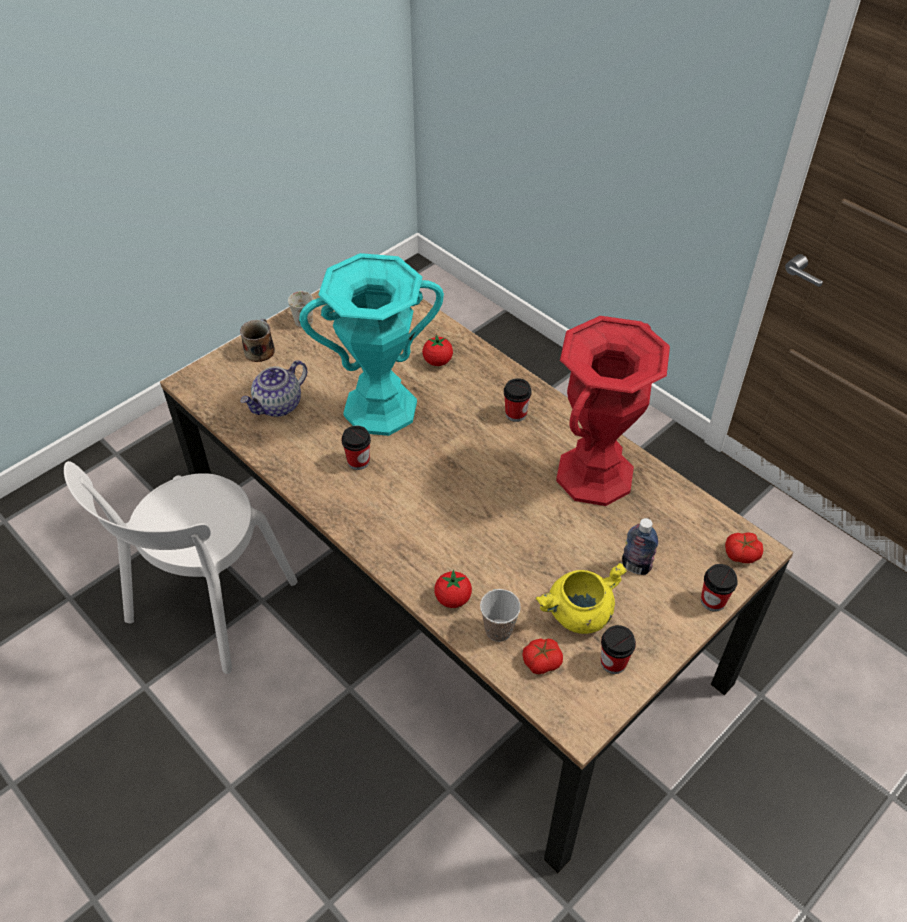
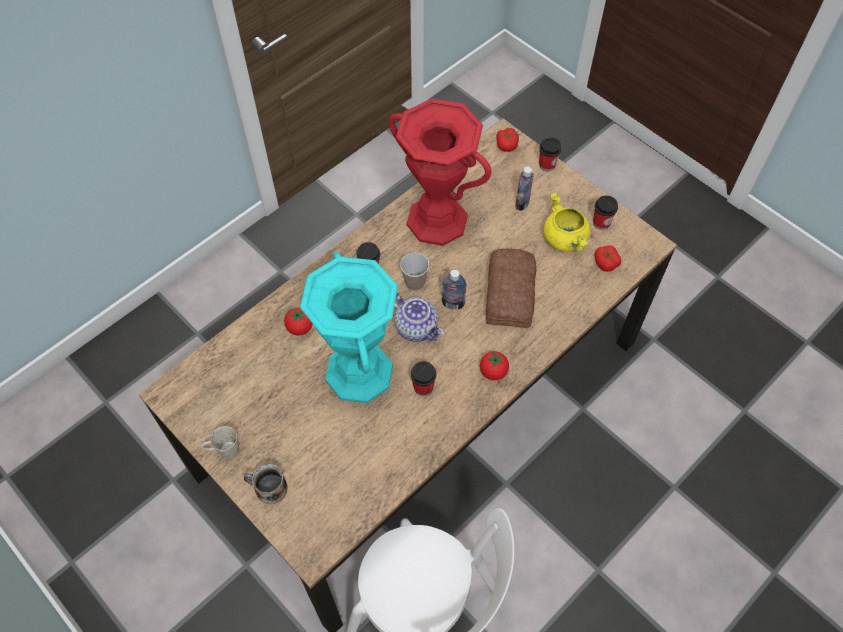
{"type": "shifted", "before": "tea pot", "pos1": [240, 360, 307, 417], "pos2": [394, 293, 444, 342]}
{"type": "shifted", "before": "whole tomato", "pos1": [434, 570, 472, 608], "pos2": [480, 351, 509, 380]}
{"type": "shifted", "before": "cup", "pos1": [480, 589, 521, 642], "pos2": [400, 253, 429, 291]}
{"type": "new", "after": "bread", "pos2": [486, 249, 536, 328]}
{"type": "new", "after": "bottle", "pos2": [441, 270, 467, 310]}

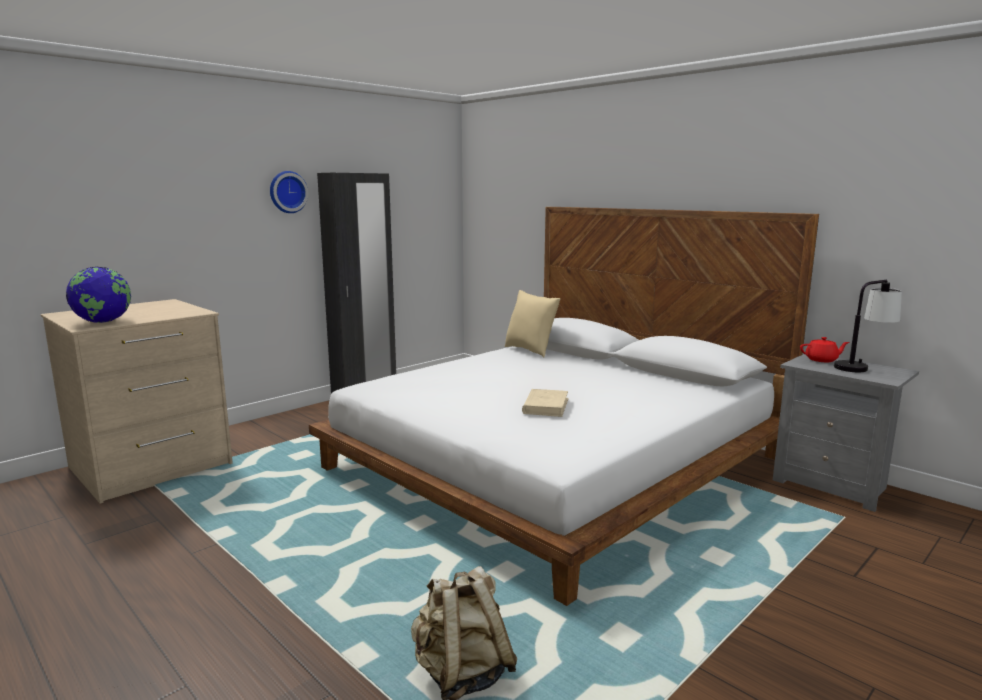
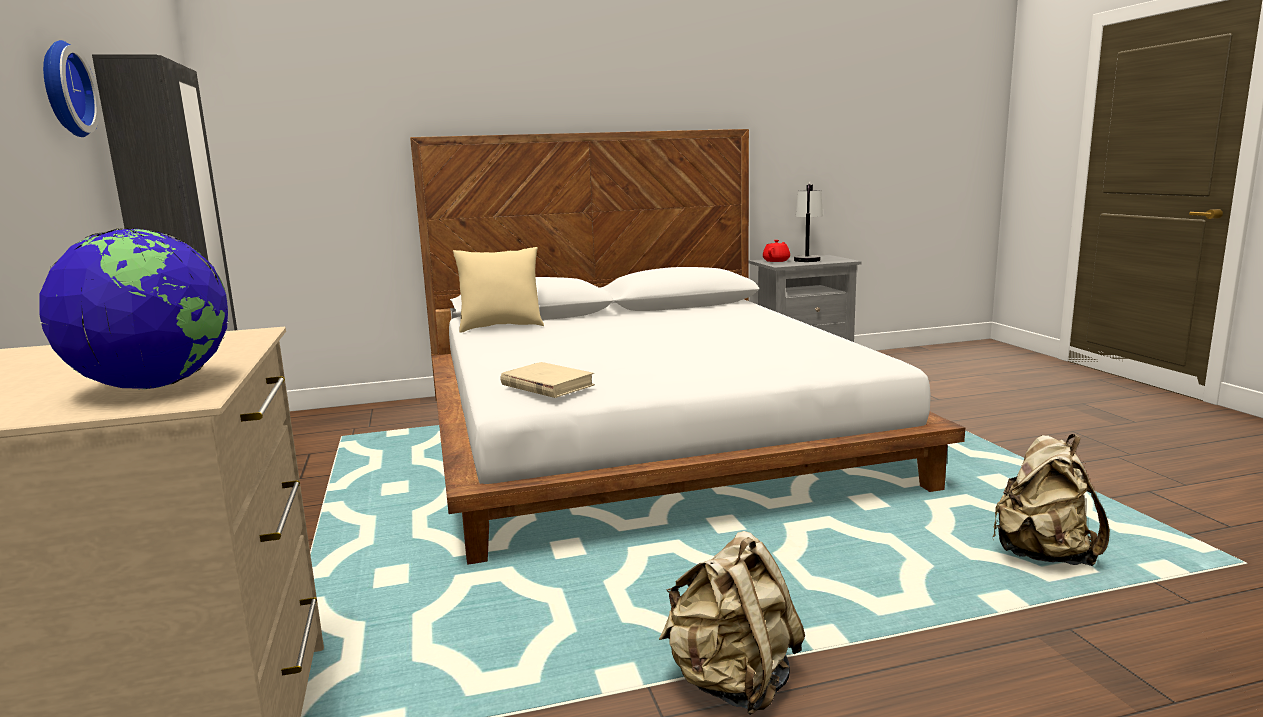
{"type": "shifted", "before": "volume/beige-coloured", "pos1": [522, 389, 569, 417], "pos2": [500, 362, 595, 398]}
{"type": "new", "after": "backpack/beige-coloured", "pos2": [659, 531, 805, 715]}

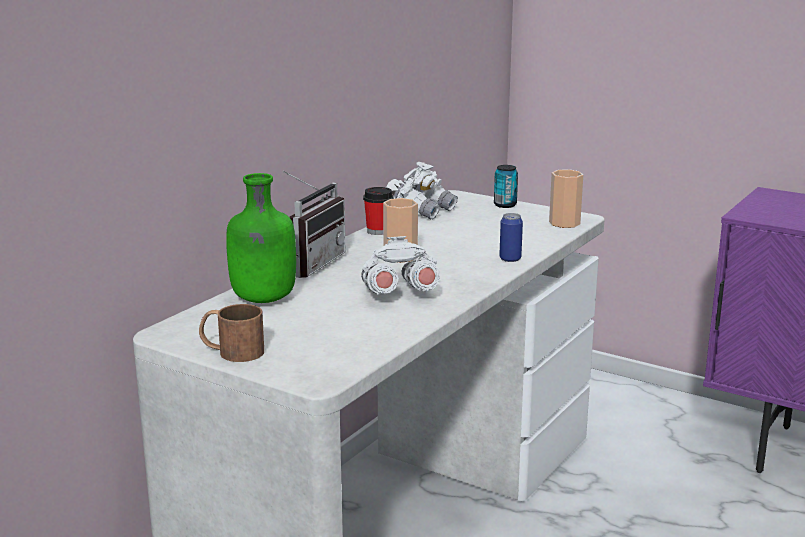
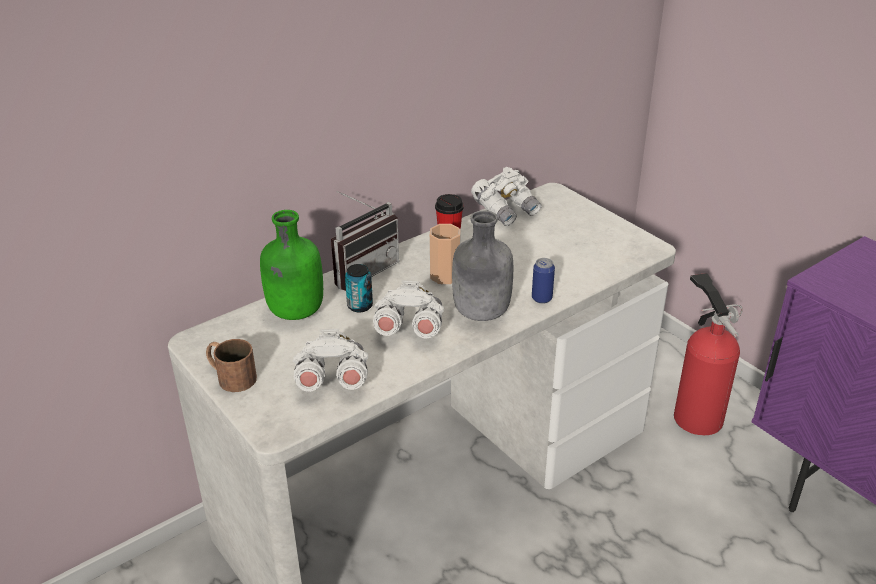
{"type": "shifted", "before": "metal can", "pos1": [494, 165, 518, 208], "pos2": [345, 264, 373, 312]}
{"type": "gone", "before": "cup", "pos1": [549, 169, 583, 228]}
{"type": "new", "after": "bottle/greyish", "pos2": [452, 210, 513, 321]}
{"type": "new", "after": "fire-fighting cylinder", "pos2": [674, 273, 743, 435]}
{"type": "new", "after": "binoculars/white-coloured", "pos2": [293, 329, 368, 392]}

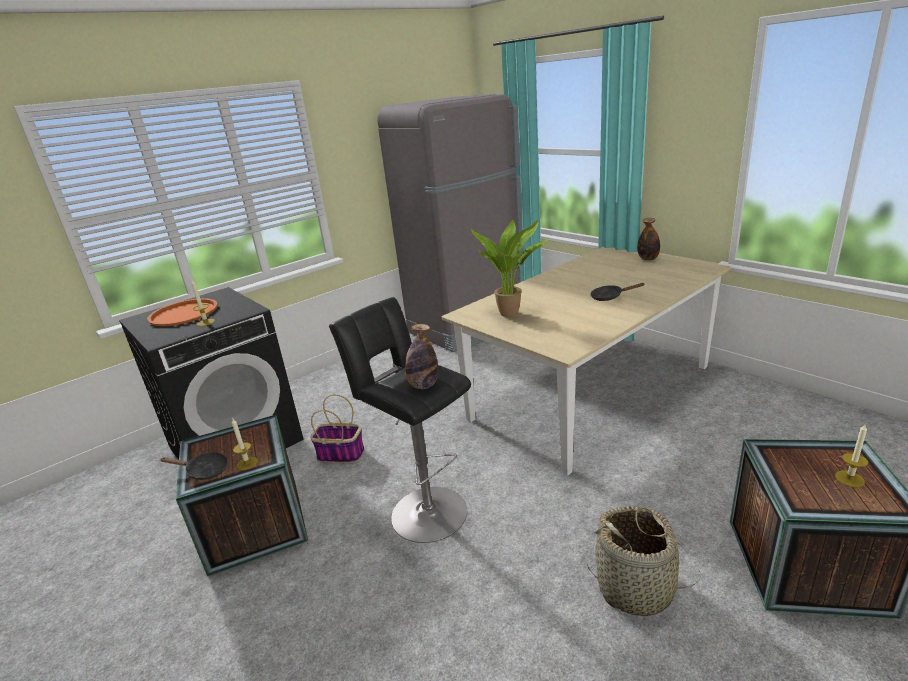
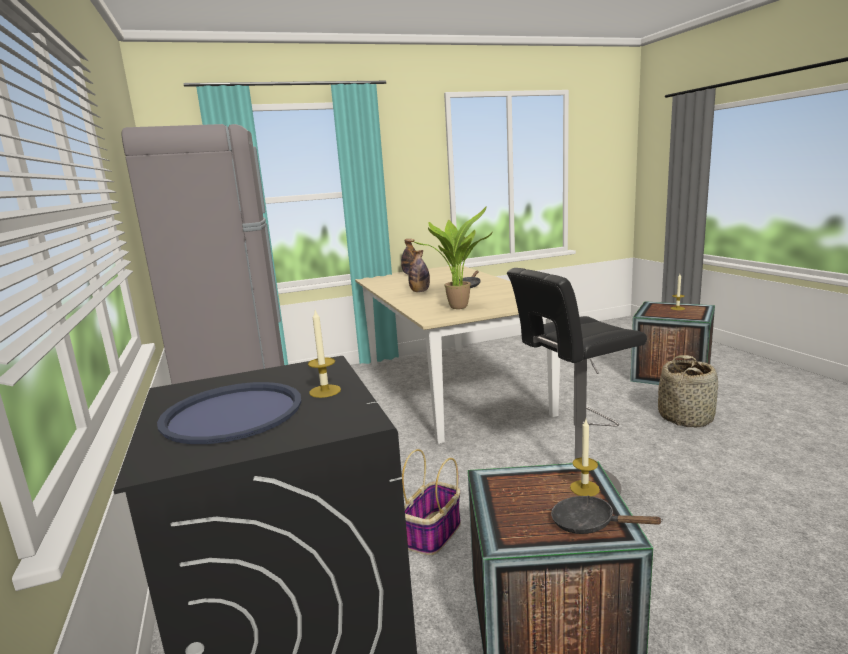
{"type": "repainted", "before": "serving tray/orangey", "after": "serving tray/bluish", "pos1": [147, 298, 218, 326], "pos2": [157, 382, 301, 444]}
{"type": "shifted", "before": "bottle", "pos1": [405, 324, 438, 389], "pos2": [408, 250, 430, 292]}
{"type": "rotated", "before": "skillet/black-coloured", "pos1": [160, 452, 228, 480], "pos2": [551, 495, 663, 534], "turn": -90}

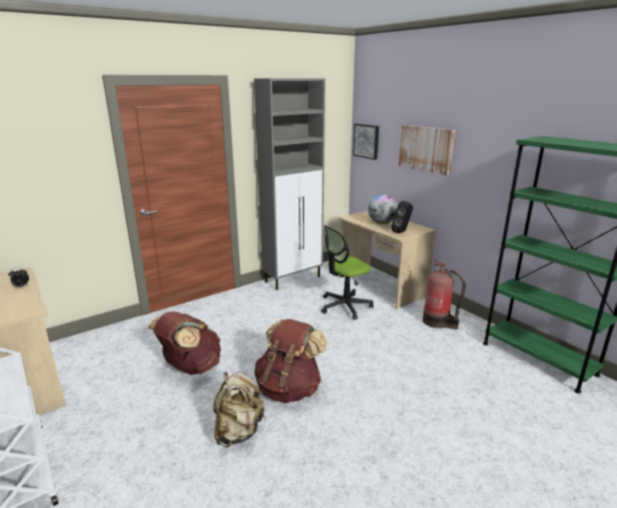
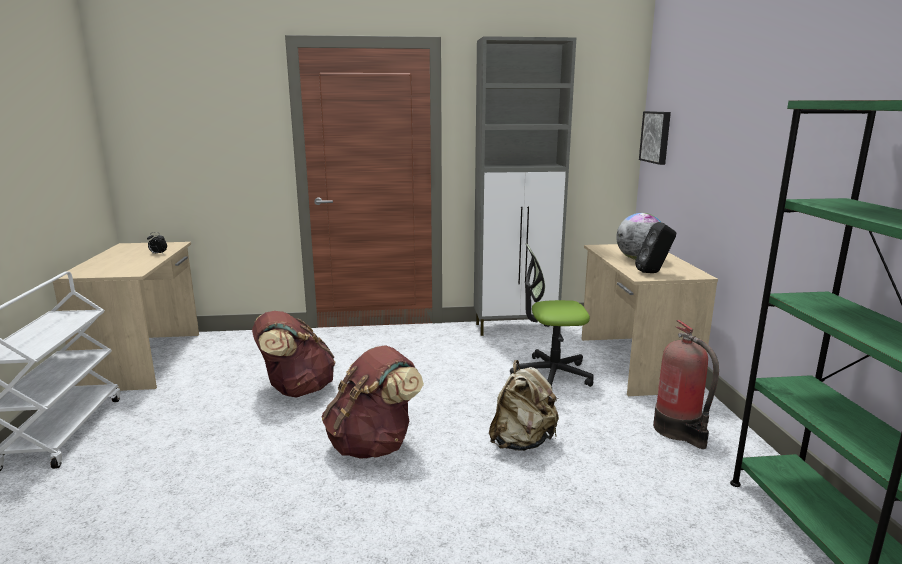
{"type": "gone", "before": "picture", "pos1": [399, 125, 455, 176]}
{"type": "shifted", "before": "backpack/beige-coloured", "pos1": [213, 372, 265, 447], "pos2": [489, 360, 559, 451]}

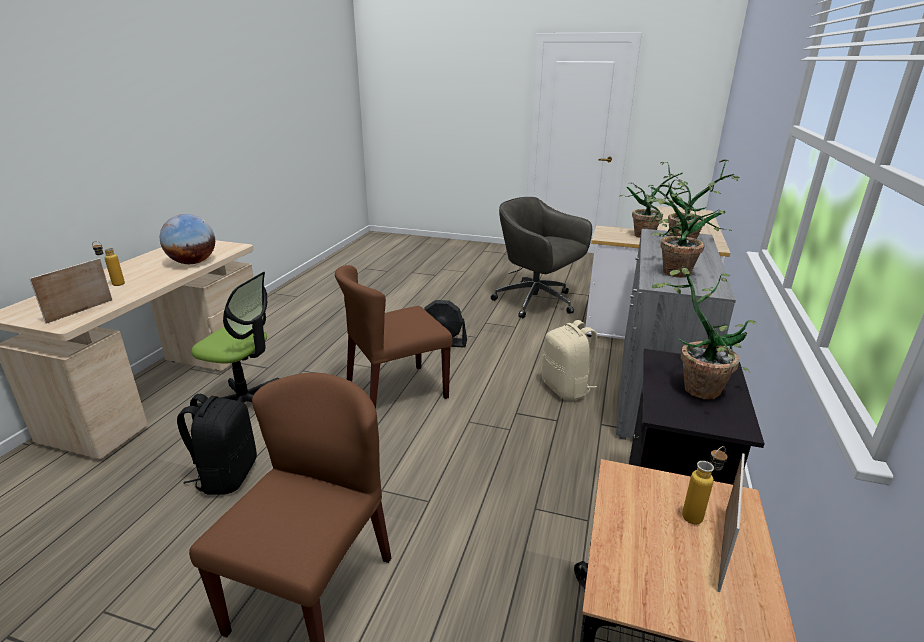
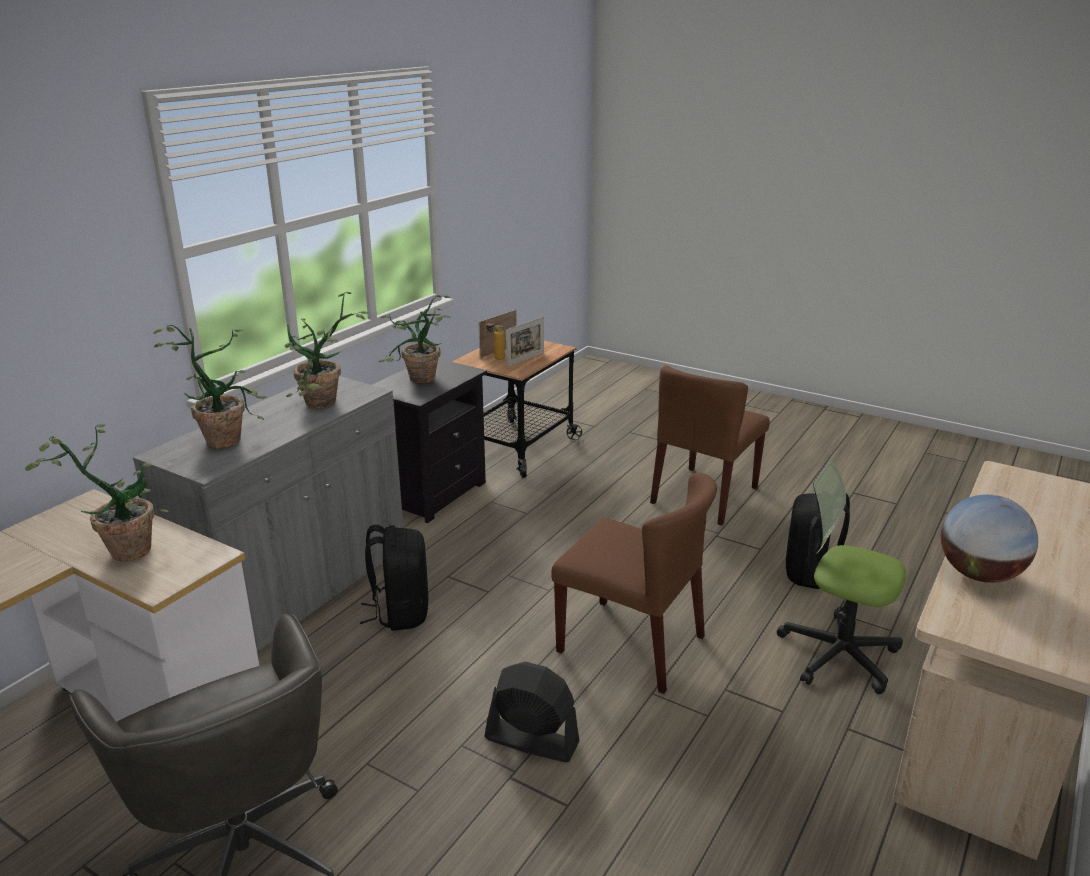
{"type": "gone", "before": "bottle", "pos1": [92, 241, 125, 286]}
{"type": "shifted", "before": "standing frame", "pos1": [29, 258, 112, 324], "pos2": [506, 317, 544, 367]}
{"type": "rotated", "before": "chair/brownish", "pos1": [335, 265, 453, 409], "pos2": [551, 472, 717, 694], "turn": 45}
{"type": "repainted", "before": "backpack/beige-coloured", "after": "backpack/black-coloured", "pos1": [542, 320, 597, 401], "pos2": [360, 525, 428, 631]}

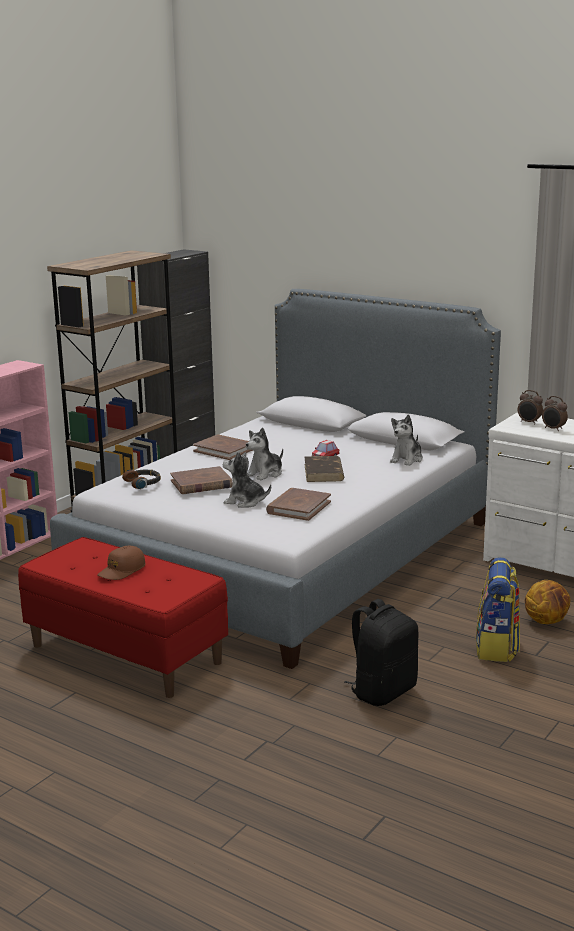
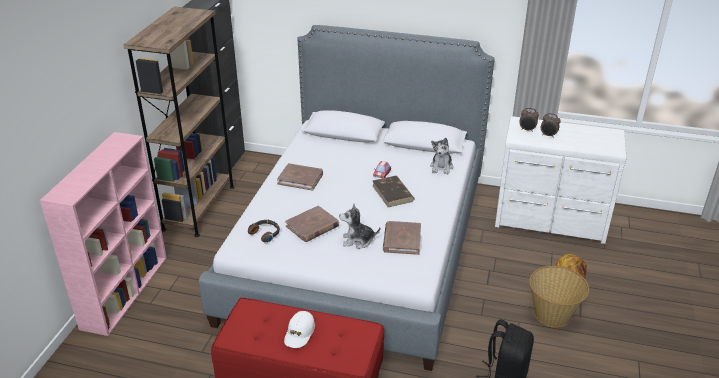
{"type": "gone", "before": "plush toy", "pos1": [246, 427, 283, 481]}
{"type": "repainted", "before": "baseball cap/brownish", "after": "baseball cap/white-coloured", "pos1": [97, 546, 146, 580], "pos2": [284, 311, 315, 348]}
{"type": "swapped", "before": "backpack", "after": "basket", "pos1": [476, 557, 520, 662], "pos2": [529, 266, 589, 327]}

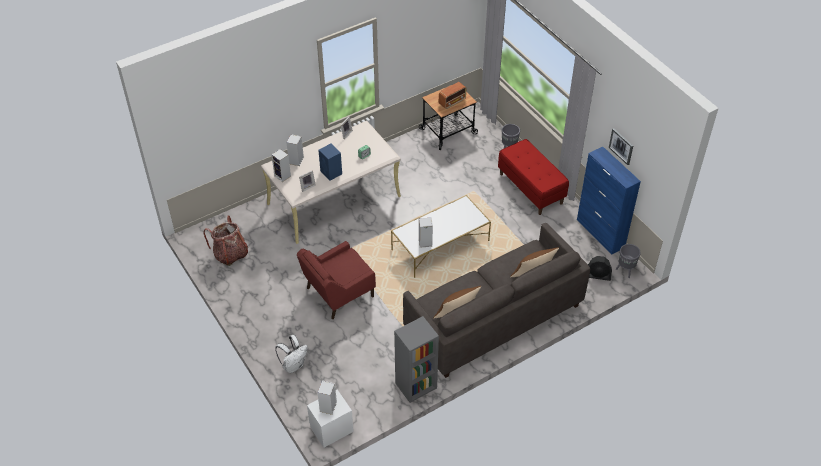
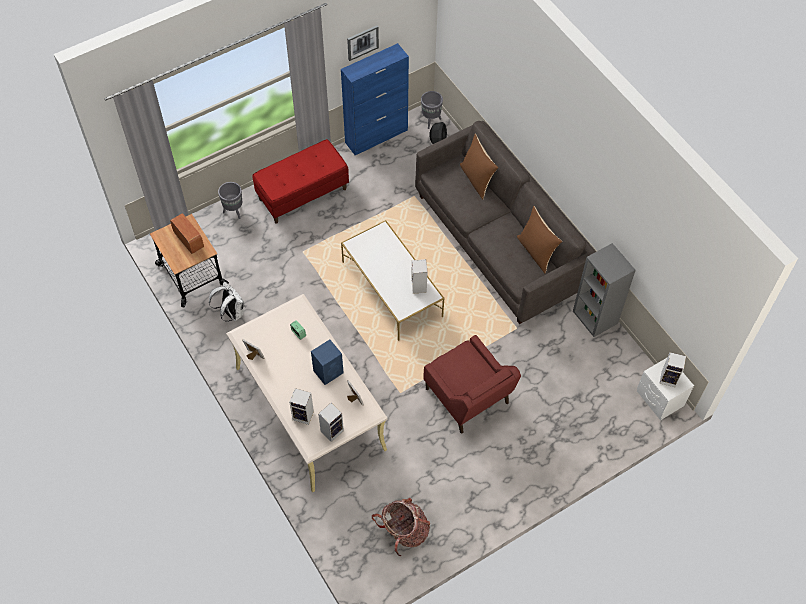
{"type": "shifted", "before": "backpack/white-coloured", "pos1": [275, 335, 308, 373], "pos2": [209, 282, 246, 322]}

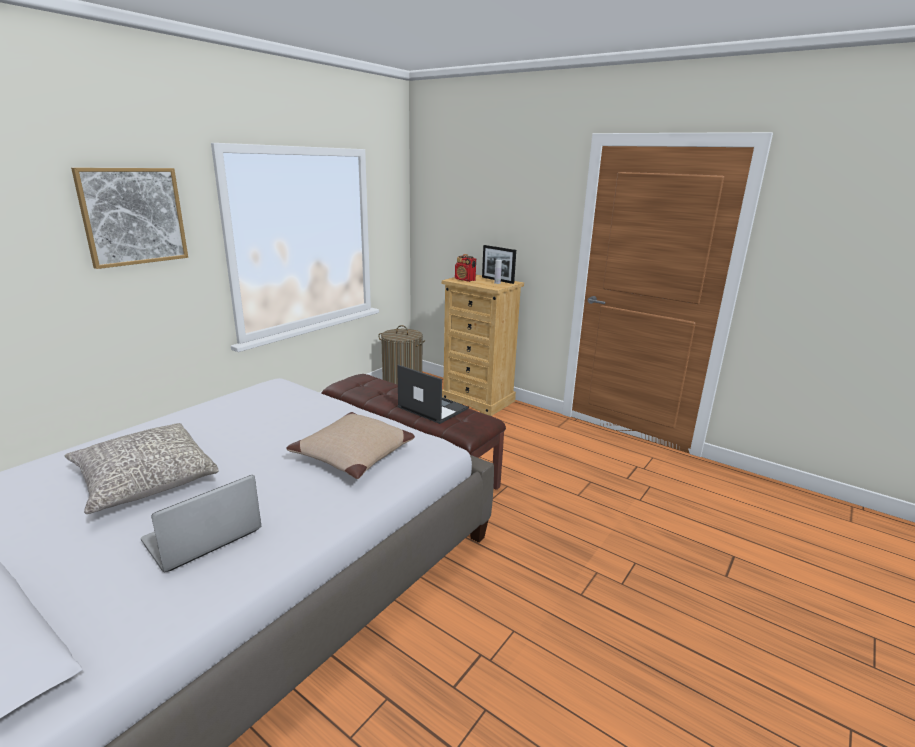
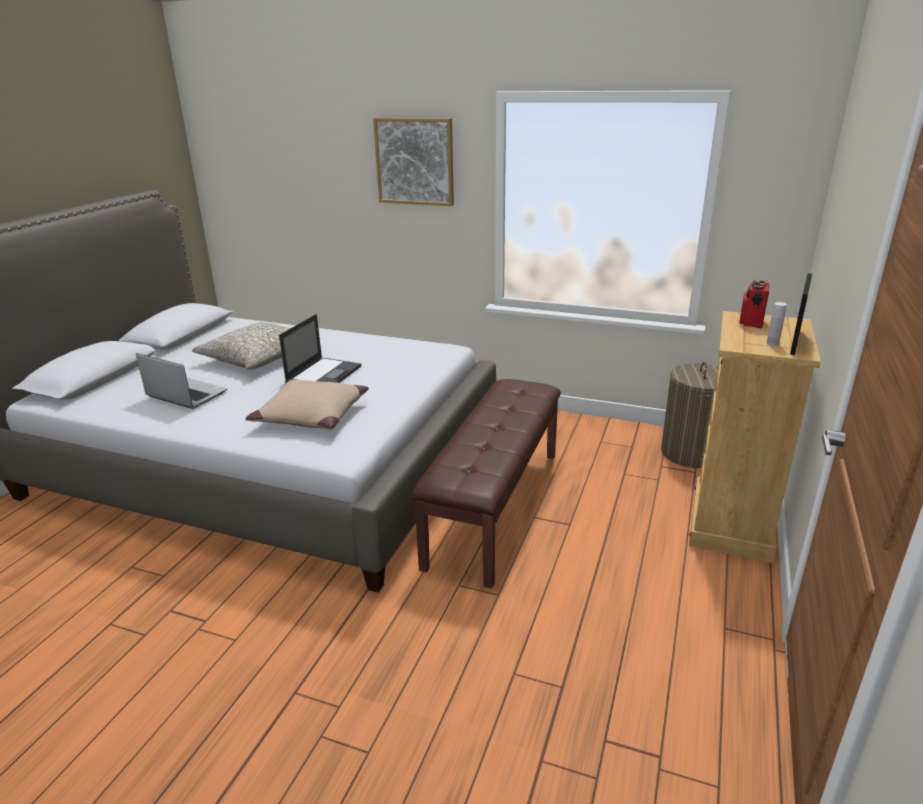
{"type": "shifted", "before": "laptop", "pos1": [397, 365, 469, 424], "pos2": [279, 314, 361, 383]}

